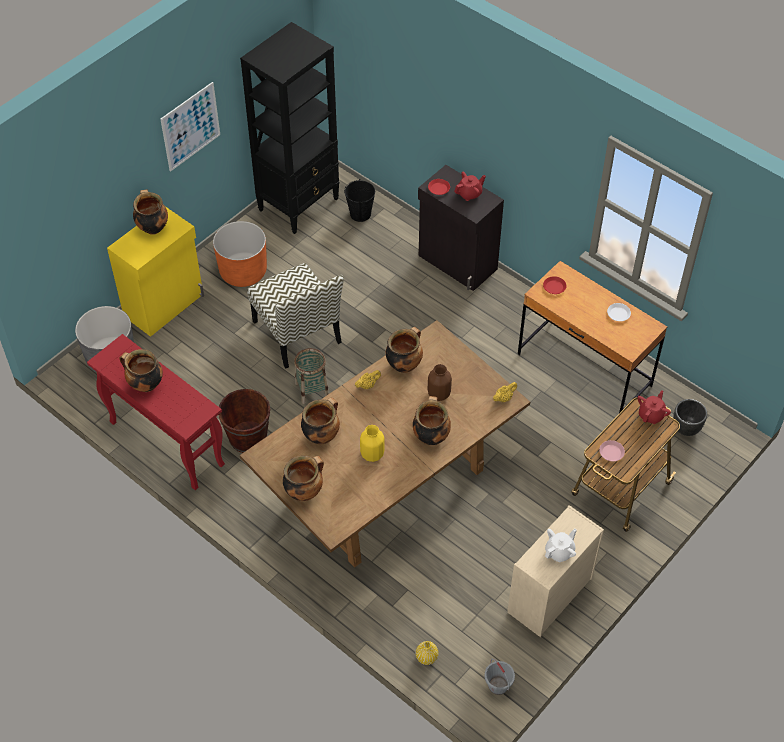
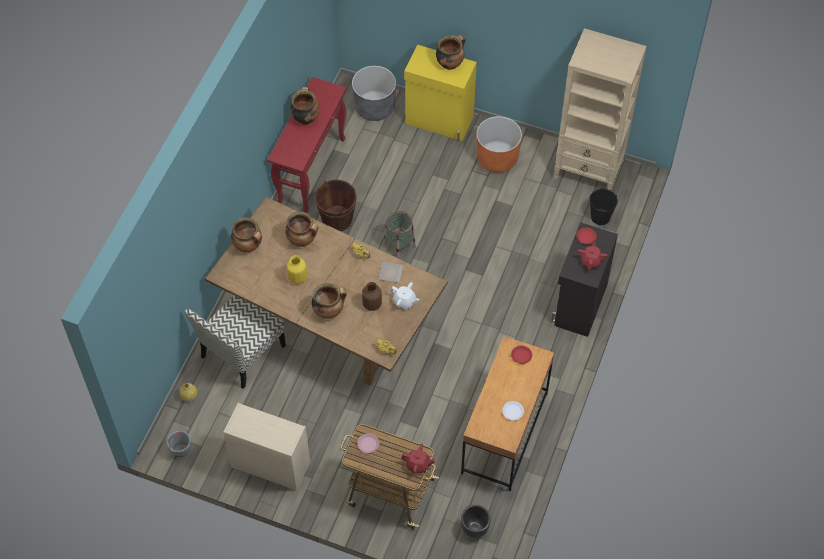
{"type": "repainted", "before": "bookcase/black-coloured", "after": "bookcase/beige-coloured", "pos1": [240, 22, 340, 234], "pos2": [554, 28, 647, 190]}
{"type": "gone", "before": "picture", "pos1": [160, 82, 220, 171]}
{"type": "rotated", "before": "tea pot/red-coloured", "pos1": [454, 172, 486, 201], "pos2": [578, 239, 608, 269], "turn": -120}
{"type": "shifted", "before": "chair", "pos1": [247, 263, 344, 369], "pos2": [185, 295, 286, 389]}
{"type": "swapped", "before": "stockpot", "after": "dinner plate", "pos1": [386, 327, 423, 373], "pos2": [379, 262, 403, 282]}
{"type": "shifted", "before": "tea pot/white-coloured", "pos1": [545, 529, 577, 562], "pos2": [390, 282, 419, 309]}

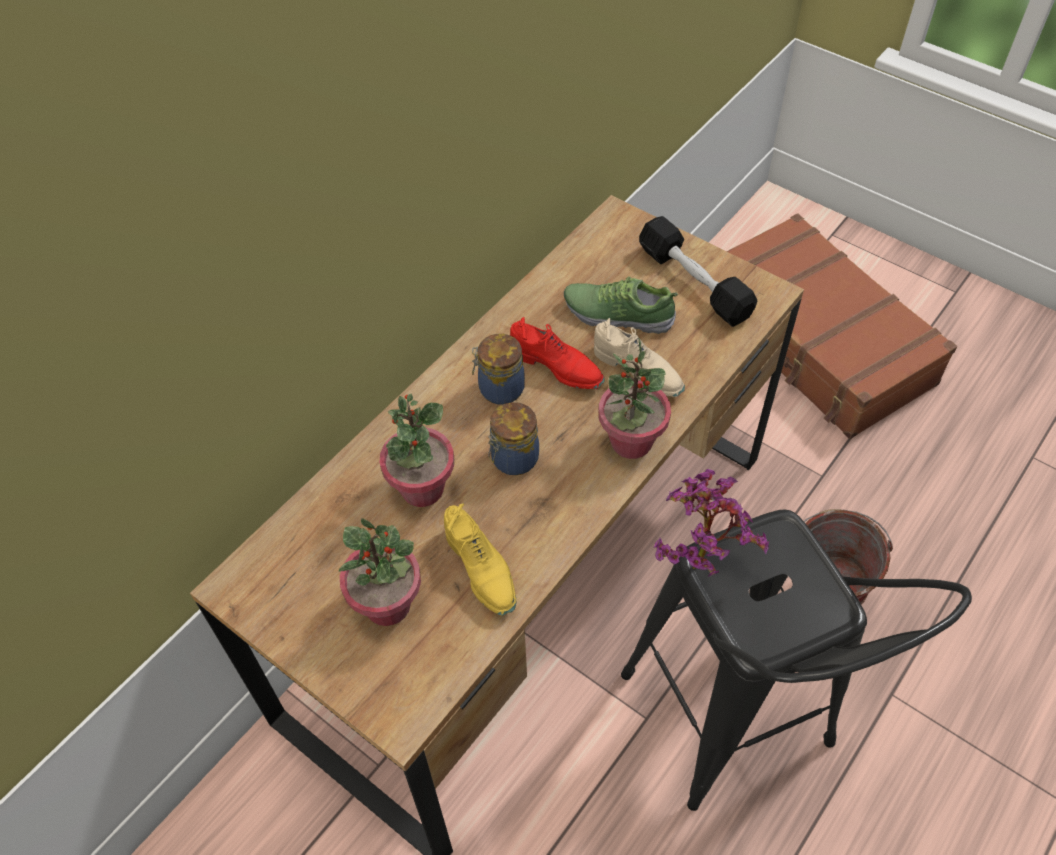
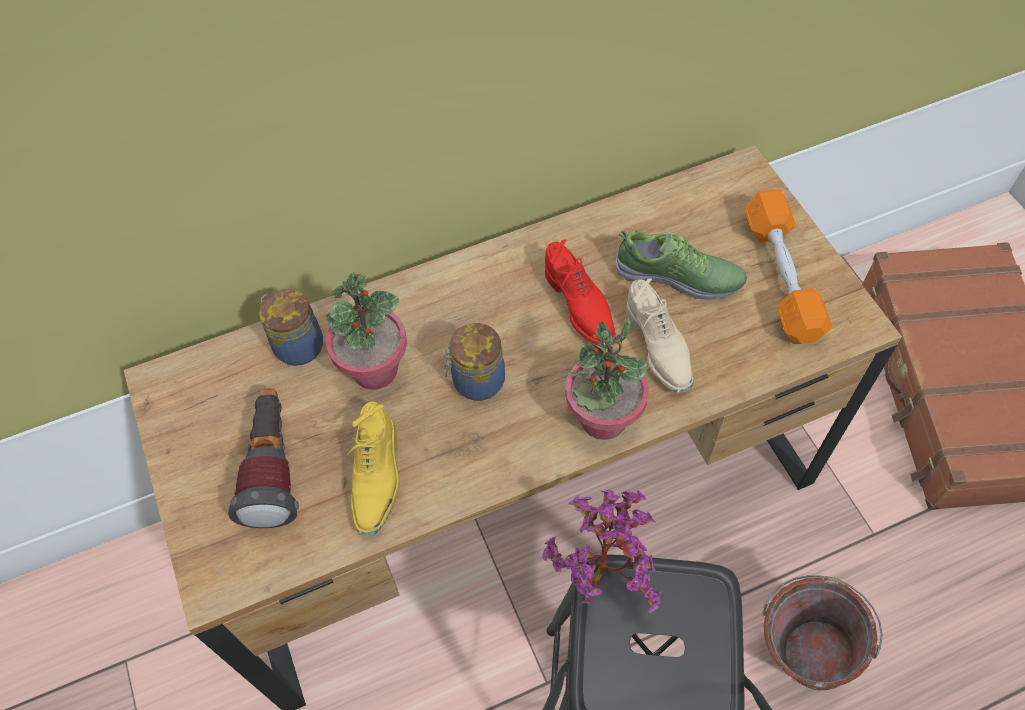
{"type": "repainted", "before": "hand weight/black-coloured", "after": "hand weight/orangey", "pos1": [639, 216, 757, 327], "pos2": [744, 189, 833, 344]}
{"type": "rotated", "before": "low shoe", "pos1": [564, 276, 678, 334], "pos2": [615, 230, 747, 300], "turn": 150}
{"type": "shifted", "before": "jar", "pos1": [472, 334, 525, 405], "pos2": [259, 289, 323, 366]}
{"type": "swapped", "before": "potted plant", "after": "hand torch", "pos1": [339, 518, 421, 626], "pos2": [228, 388, 299, 528]}

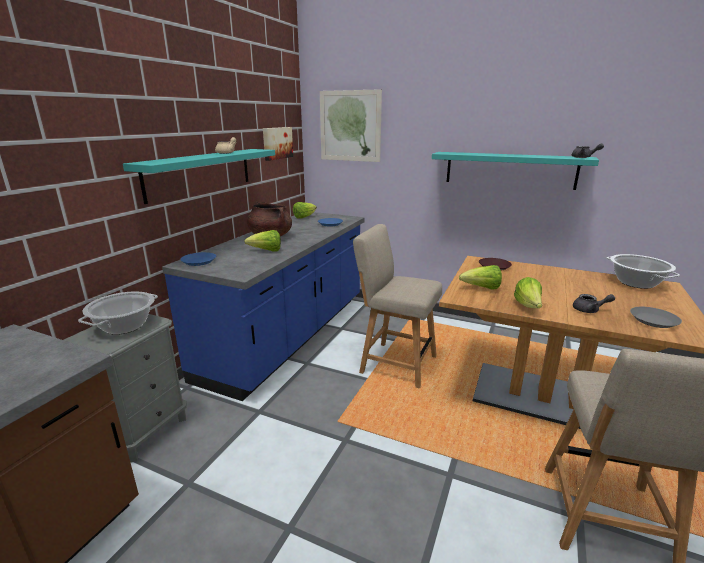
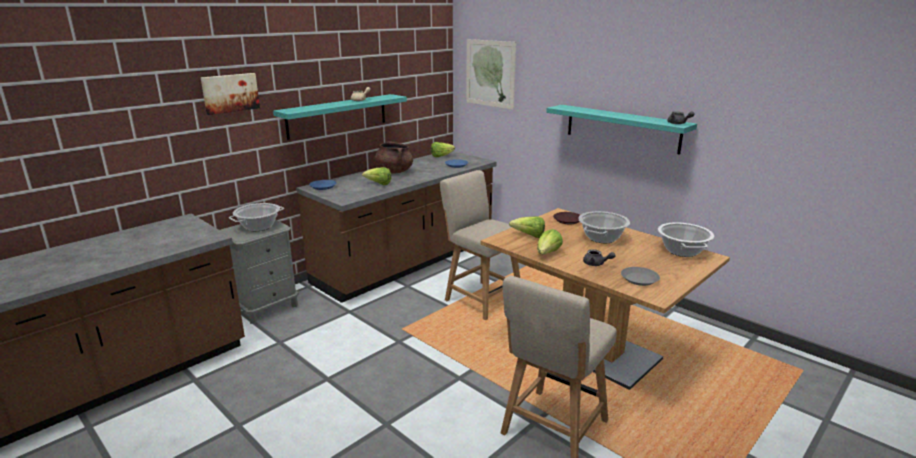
{"type": "shifted", "before": "picture", "pos1": [263, 127, 293, 161], "pos2": [201, 73, 260, 115]}
{"type": "repainted", "before": "kitchen counter/bluish", "after": "kitchen counter/brownish", "pos1": [162, 212, 364, 401], "pos2": [296, 151, 496, 303]}
{"type": "new", "after": "stockpot", "pos2": [578, 211, 630, 243]}

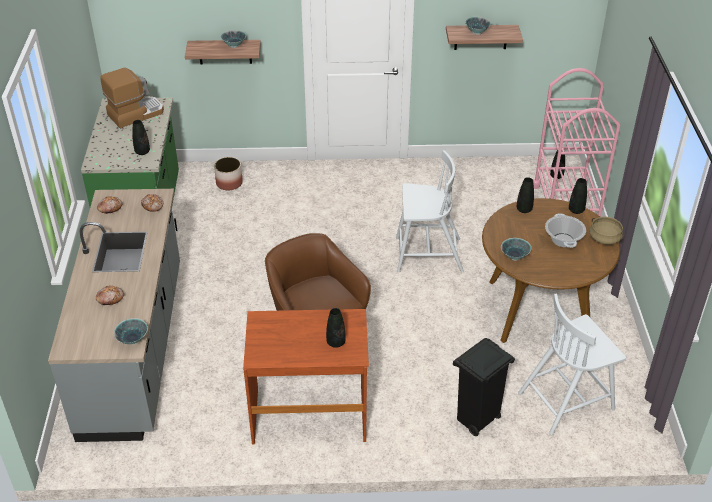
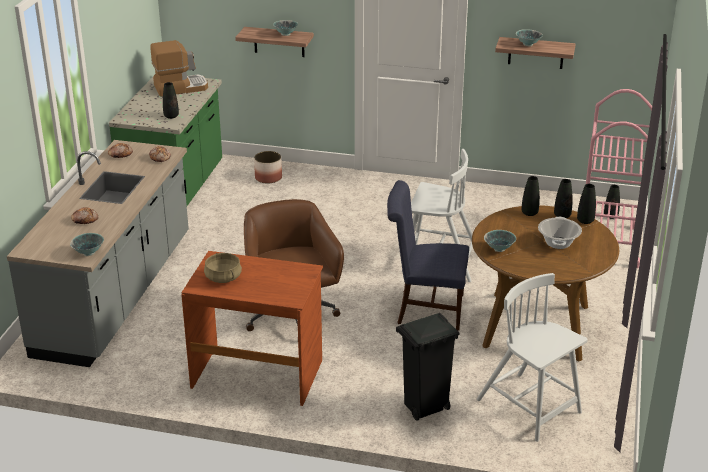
{"type": "shifted", "before": "stockpot/beige-coloured", "pos1": [589, 217, 624, 245], "pos2": [204, 253, 242, 283]}
{"type": "rotated", "before": "chair/white-coloured", "pos1": [518, 294, 626, 435], "pos2": [477, 273, 588, 442], "turn": 60}
{"type": "shifted", "before": "vase/black-coloured", "pos1": [326, 308, 345, 348], "pos2": [554, 179, 572, 218]}
{"type": "new", "after": "chair/bluish", "pos2": [387, 180, 469, 331]}

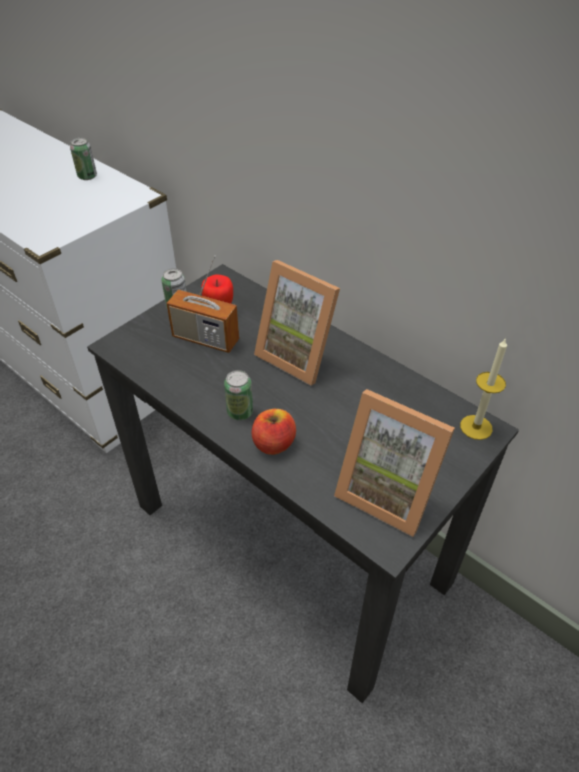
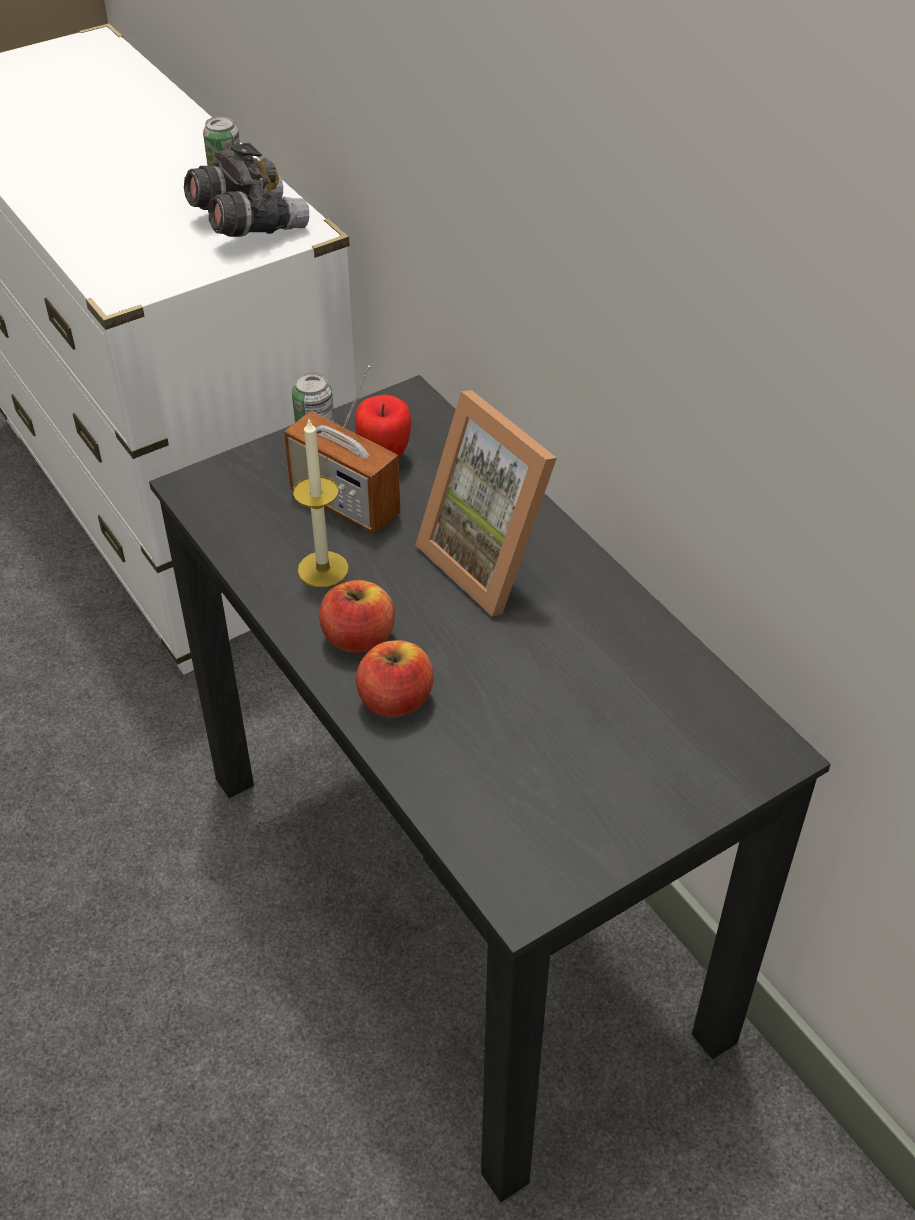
{"type": "shifted", "before": "wax candle", "pos1": [460, 338, 507, 440], "pos2": [293, 420, 349, 587]}
{"type": "swapped", "before": "metal can", "after": "apple fruit", "pos1": [224, 370, 253, 421], "pos2": [319, 580, 395, 653]}
{"type": "gone", "before": "standing frame", "pos1": [334, 389, 455, 537]}
{"type": "new", "after": "binoculars/greyish", "pos2": [184, 143, 309, 237]}

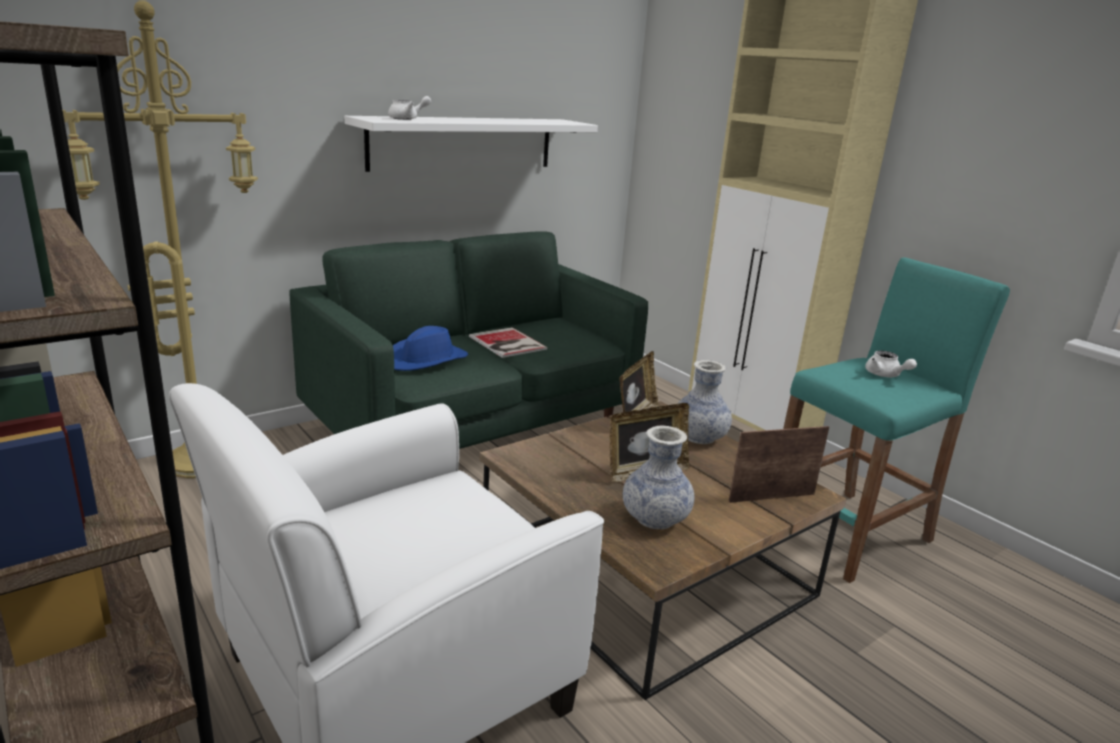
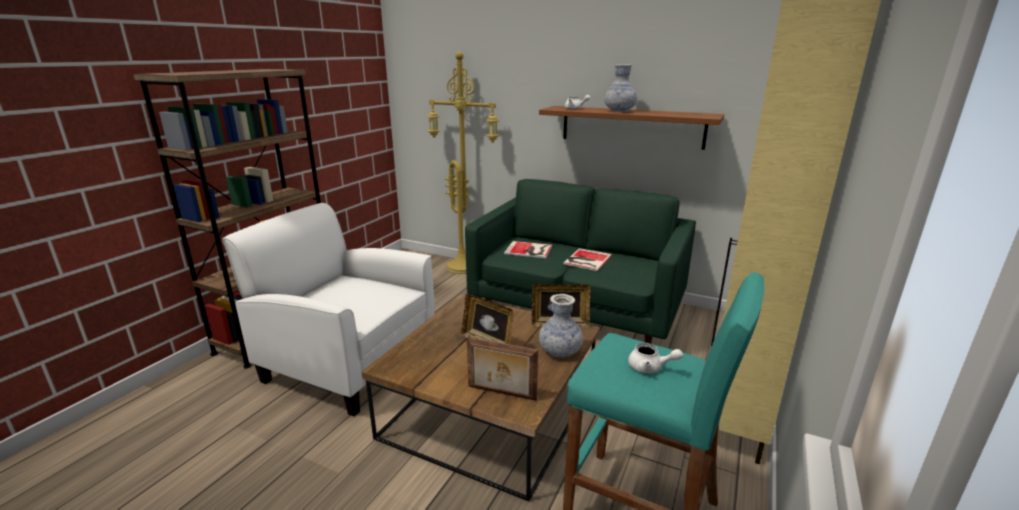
{"type": "repainted", "before": "shelf/white-coloured", "after": "shelf/brownish", "pos1": [344, 116, 598, 172], "pos2": [539, 106, 724, 150]}
{"type": "swapped", "before": "clothing hat/bluish", "after": "volume", "pos1": [393, 326, 468, 371], "pos2": [504, 241, 552, 258]}
{"type": "rotated", "before": "tea pot/white-coloured", "pos1": [865, 351, 917, 377], "pos2": [628, 343, 683, 373], "turn": -105}
{"type": "shifted", "before": "vase", "pos1": [623, 426, 694, 529], "pos2": [604, 64, 637, 112]}
{"type": "rotated", "before": "standing frame", "pos1": [728, 426, 830, 503], "pos2": [467, 337, 538, 401], "turn": 150}

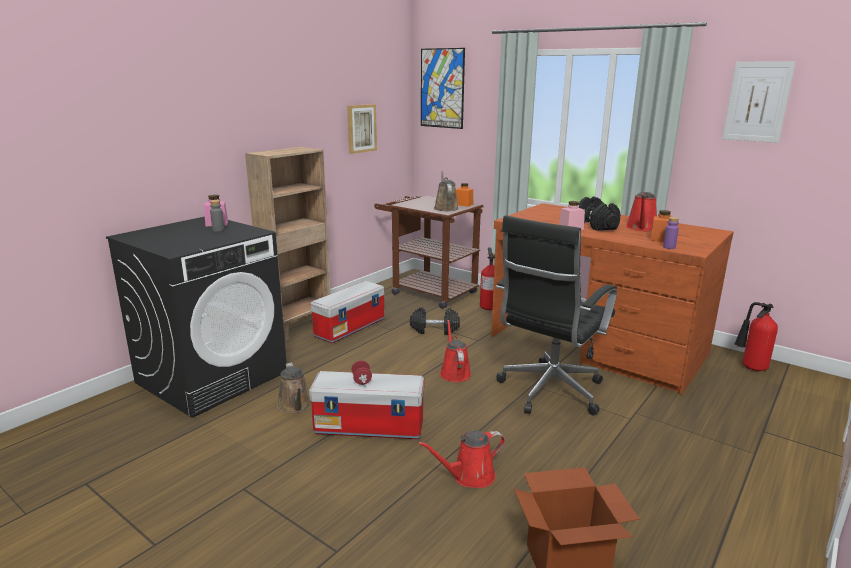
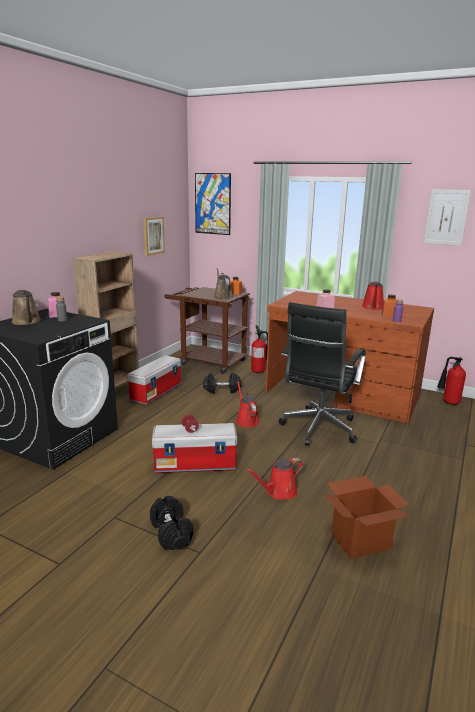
{"type": "shifted", "before": "hand weight/black-coloured", "pos1": [578, 196, 621, 231], "pos2": [150, 496, 193, 550]}
{"type": "shifted", "before": "sprinkling can/brownish", "pos1": [277, 362, 311, 413], "pos2": [12, 290, 41, 325]}

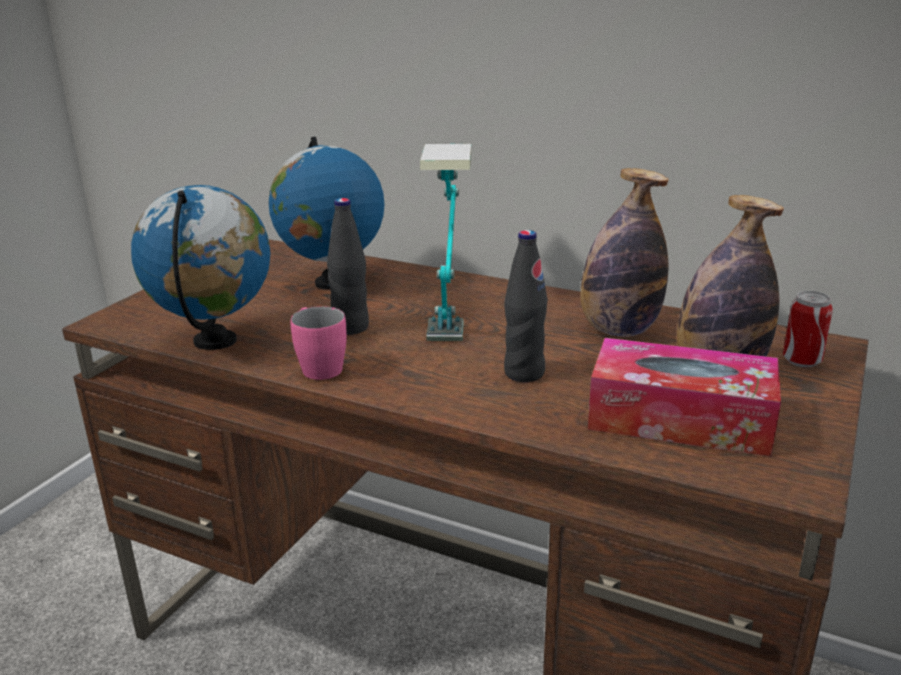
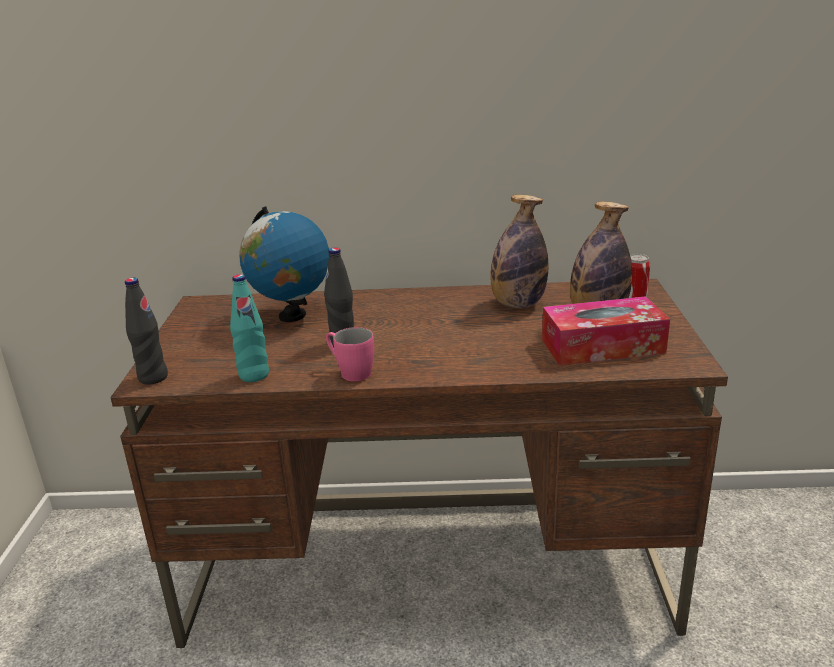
{"type": "gone", "before": "table lamp", "pos1": [420, 144, 472, 341]}
{"type": "swapped", "before": "desk globe", "after": "bottle/blue-green", "pos1": [131, 185, 270, 350], "pos2": [230, 274, 269, 382]}
{"type": "shifted", "before": "bottle/black-coloured", "pos1": [504, 230, 548, 382], "pos2": [125, 278, 168, 385]}

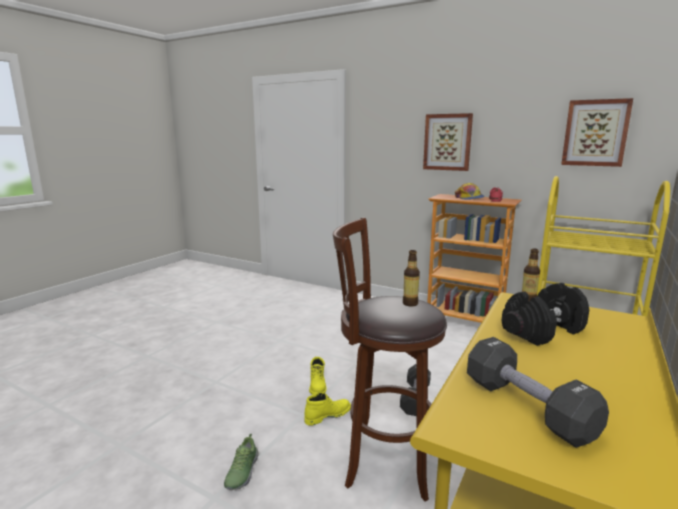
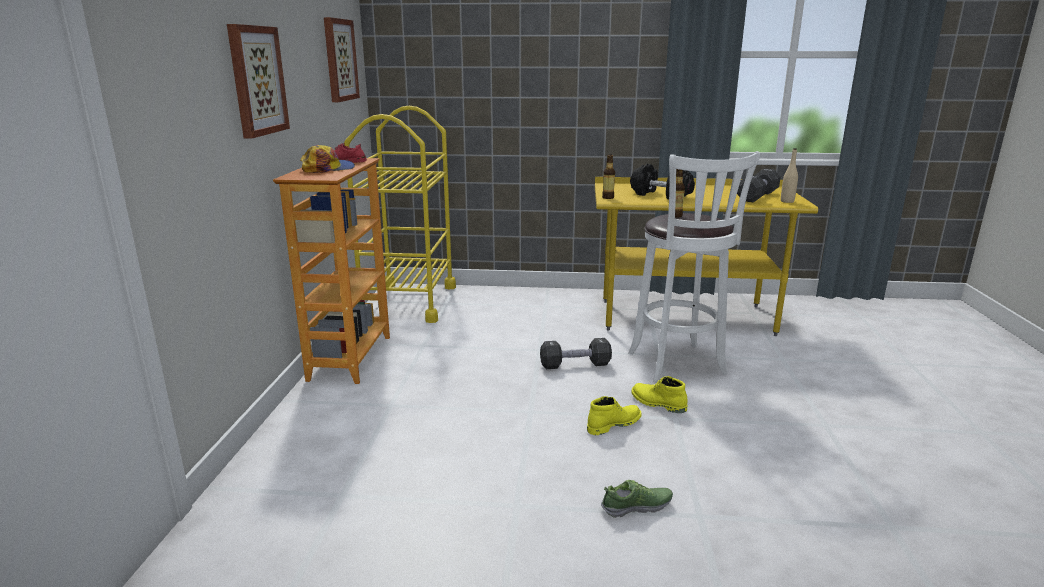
{"type": "repainted", "before": "sitting stool/brownish", "after": "sitting stool/white-coloured", "pos1": [333, 218, 447, 502], "pos2": [628, 151, 760, 383]}
{"type": "shifted", "before": "low shoe", "pos1": [224, 434, 259, 490], "pos2": [601, 480, 673, 518]}
{"type": "new", "after": "bottle/beige-coloured", "pos2": [781, 148, 798, 203]}

